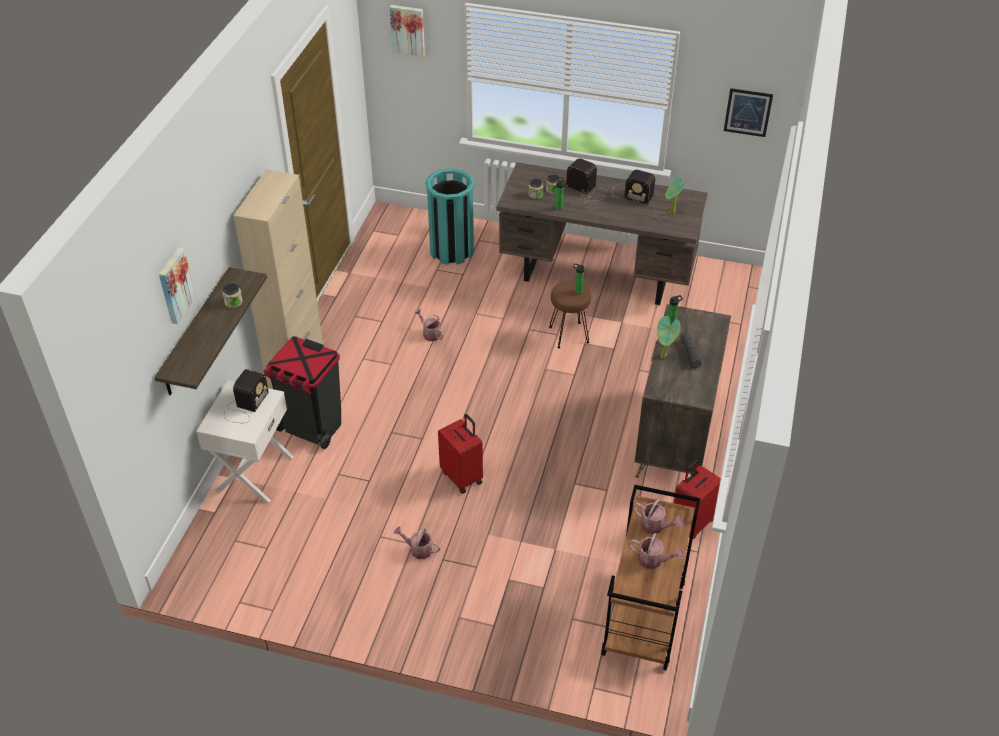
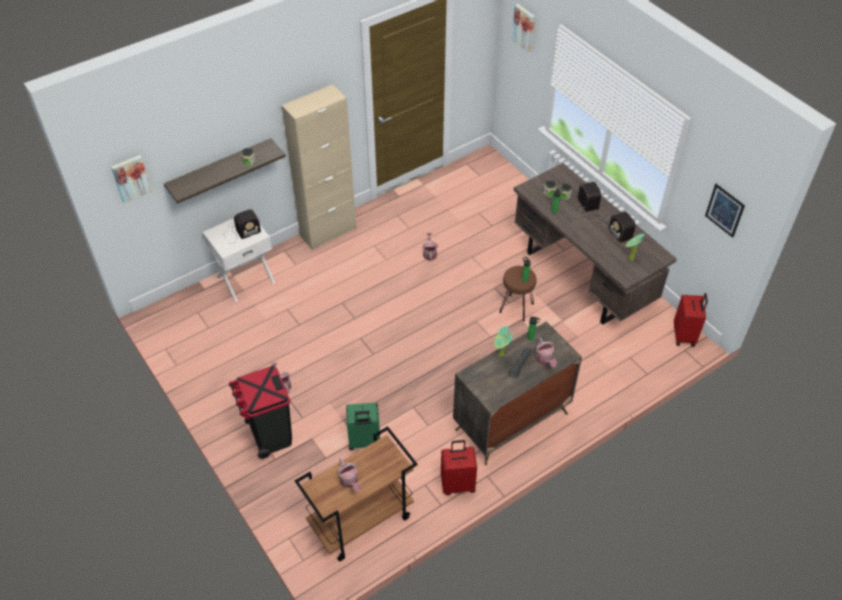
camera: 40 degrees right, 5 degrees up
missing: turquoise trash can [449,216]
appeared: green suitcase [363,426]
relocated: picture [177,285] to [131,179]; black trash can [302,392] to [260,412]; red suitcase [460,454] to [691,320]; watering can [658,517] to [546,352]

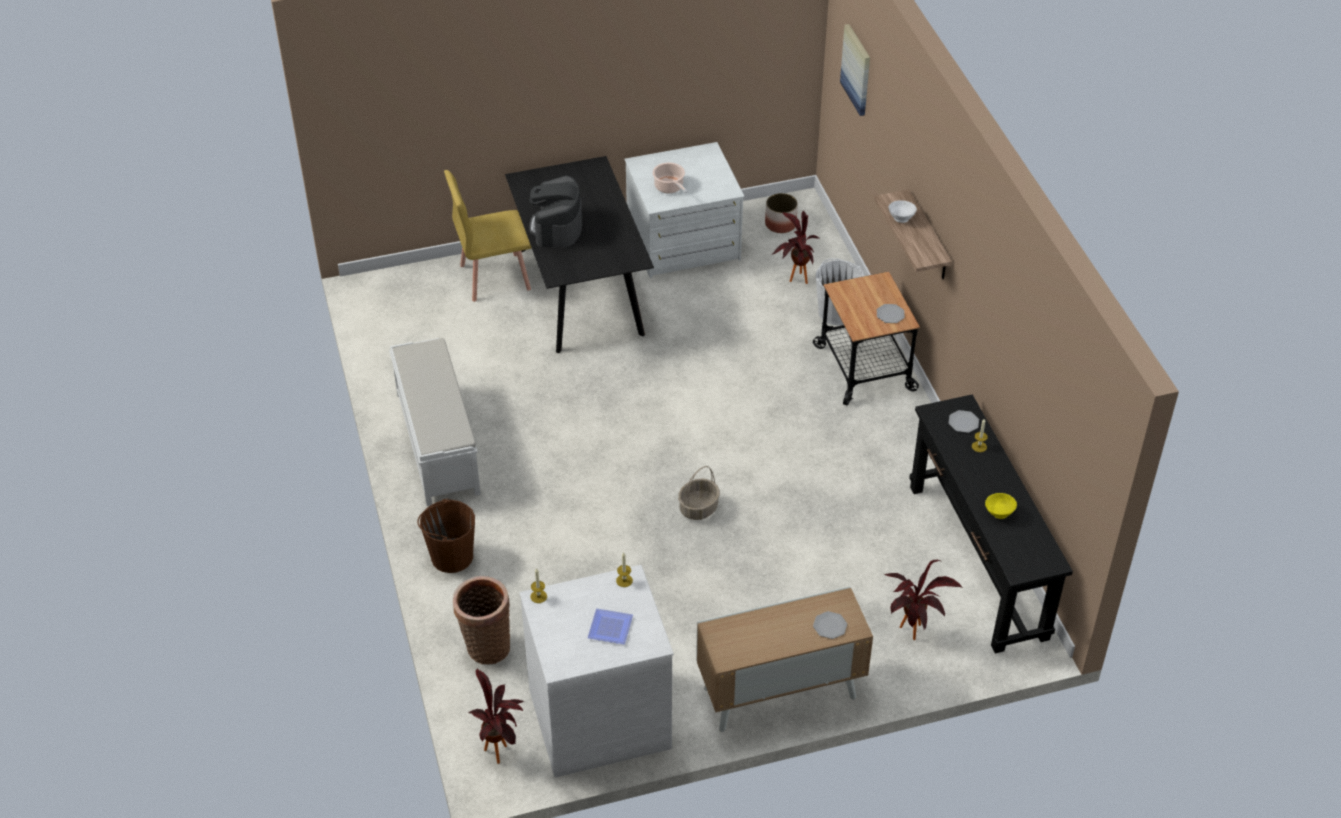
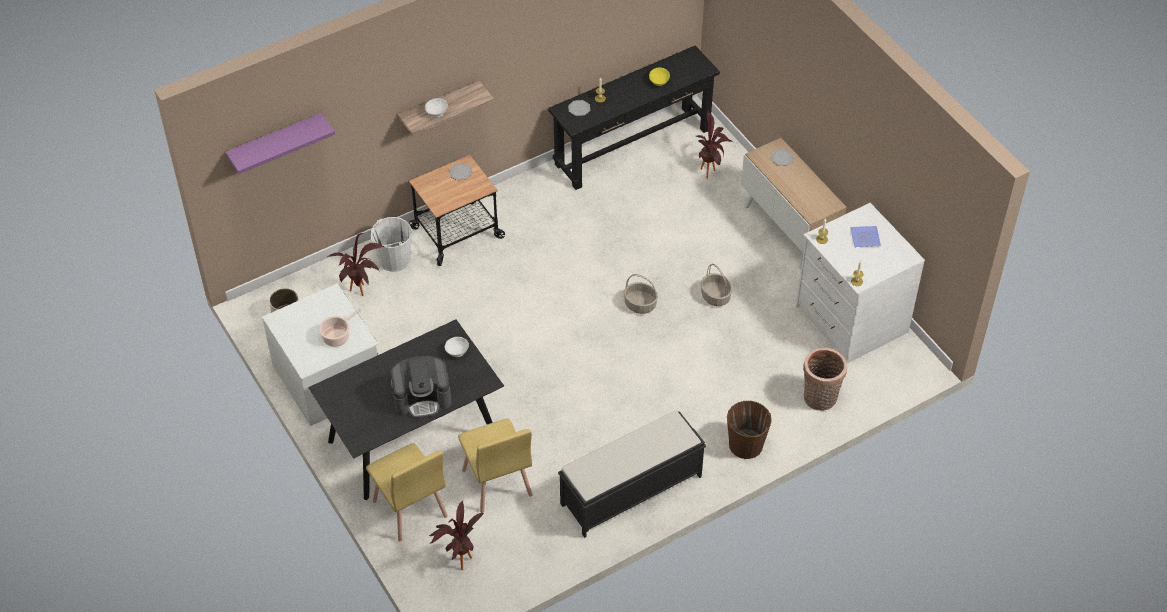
camera: 105 degrees left, 5 degrees up
appeared: white bowl [457,347]; yellow chair [495,466]; basket [717,285]
relocated: potted plant [496,716] to [456,535]
exchanged: picture [855,70] to purple shelf [280,143]
colour: white bench [435,422] to black bench [632,474]

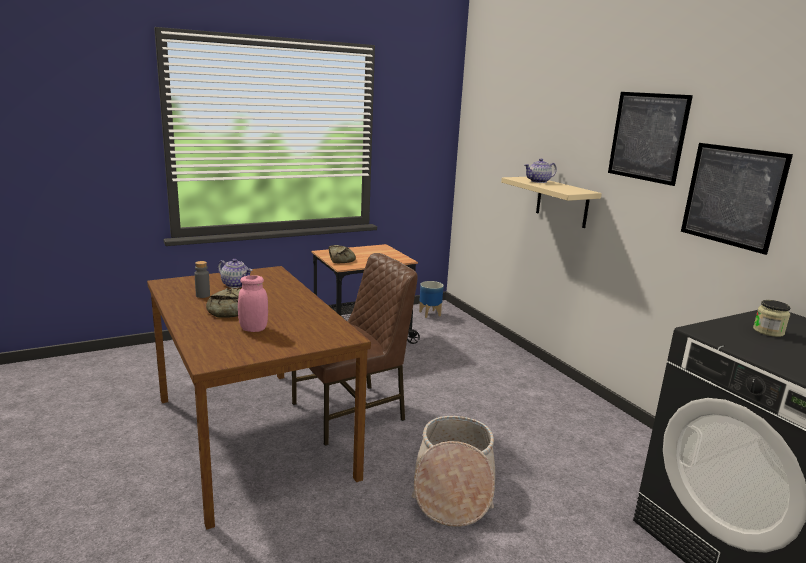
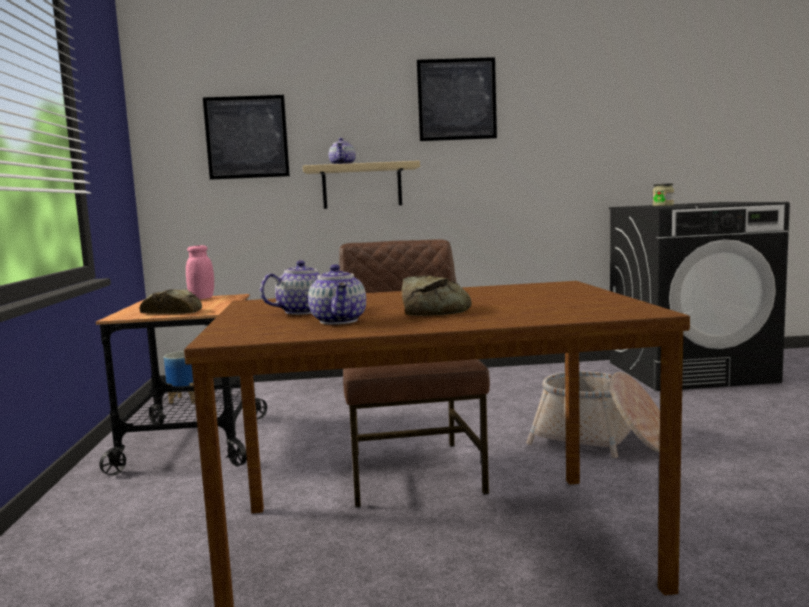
camera: 65 degrees left, 10 degrees down
relocated: pink jar [253,303] to [200,272]; picture [737,199] to [246,137]
exchanged: grey bottle [202,279] to teapot [337,294]

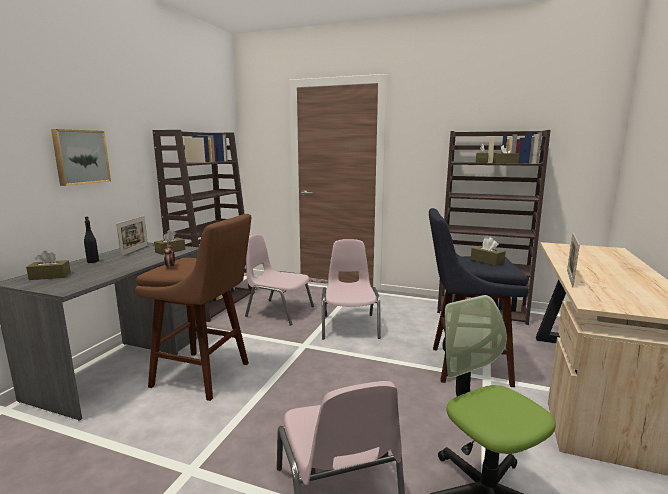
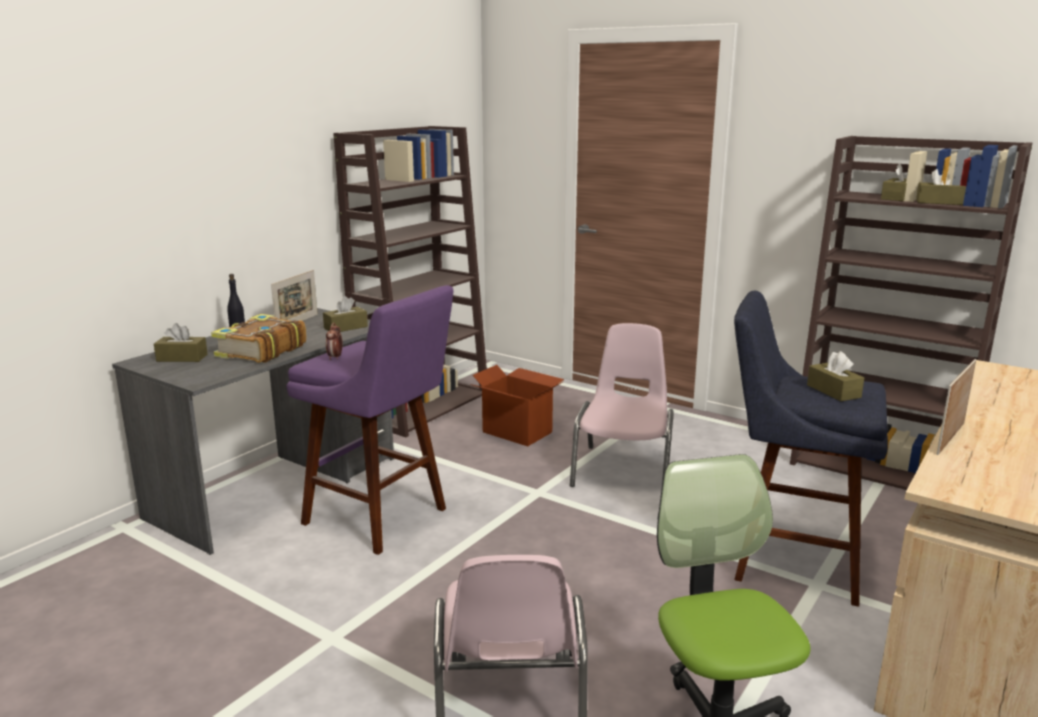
camera: 15 degrees right, 5 degrees up
missing: picture [81,157]
appeared: book [258,338]
exchanged: pink chair [279,280] to cardboard box [517,405]
colour: brown stool [193,307] to purple stool [370,420]

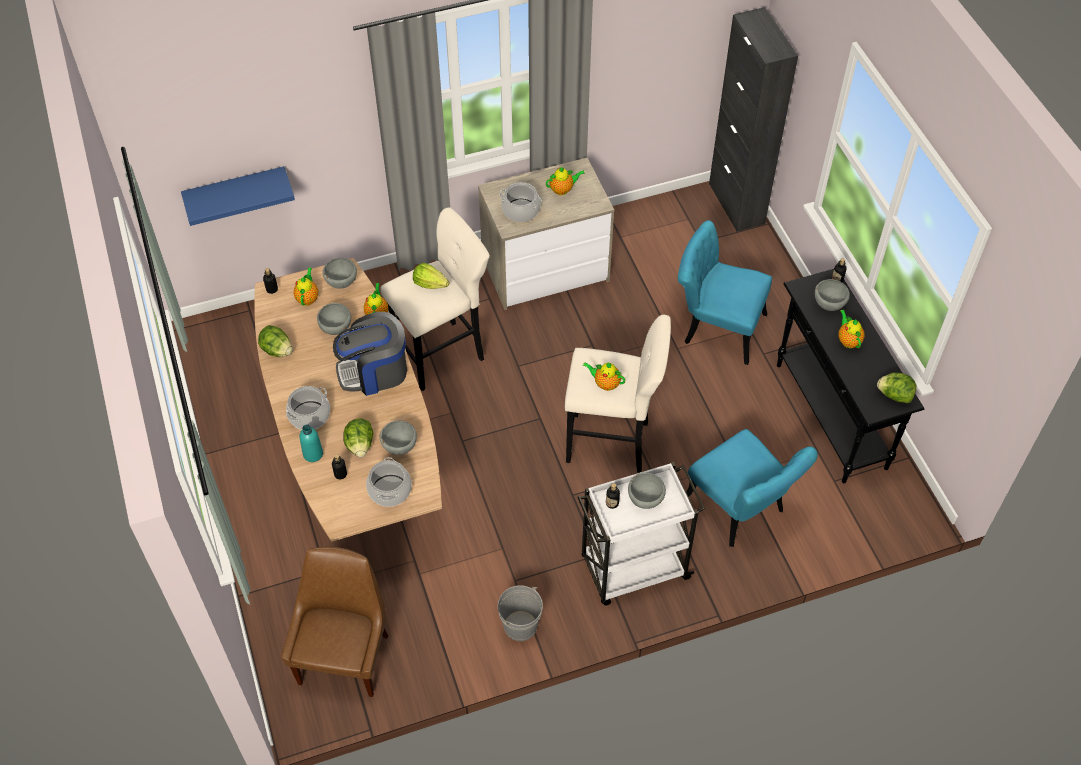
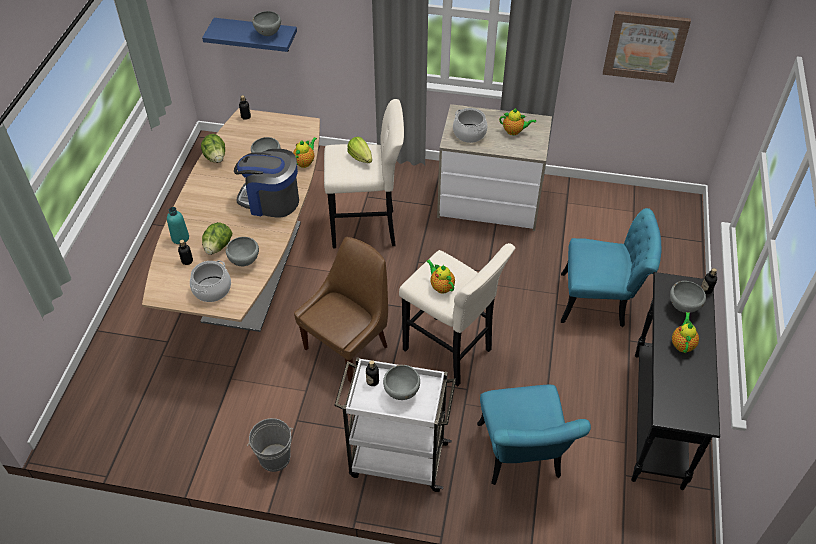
camera: 30 degrees right, 5 degrees down
missing: cooking pot [308,408]; teapot [306,286]; black cabinet [753,119]; lettuce [896,387]
appeared: picture [647,47]
relocated: brown chair [334,622] to [341,309]; grey bowl [339,273] to [266,23]
spun: turquoise chair [725,292] = [611,267] 135 degrees clockwise

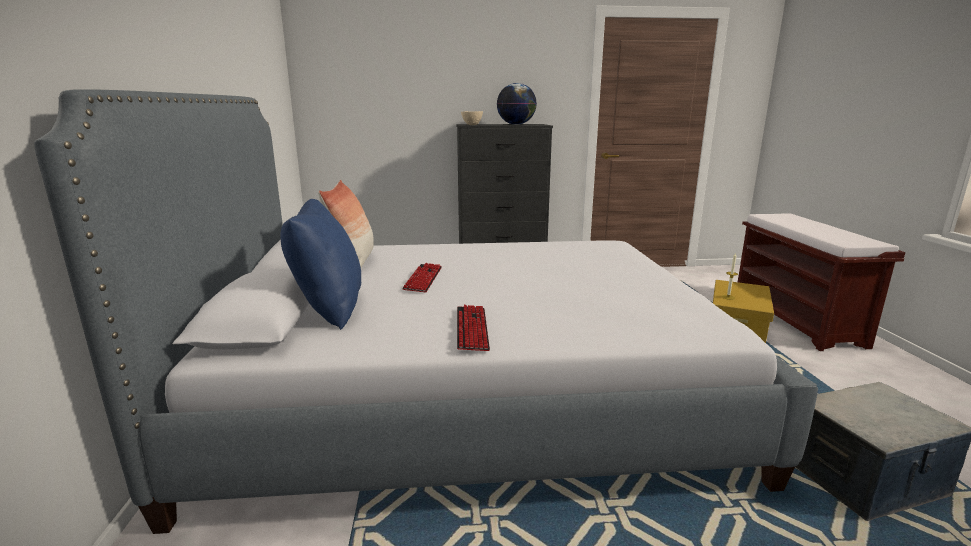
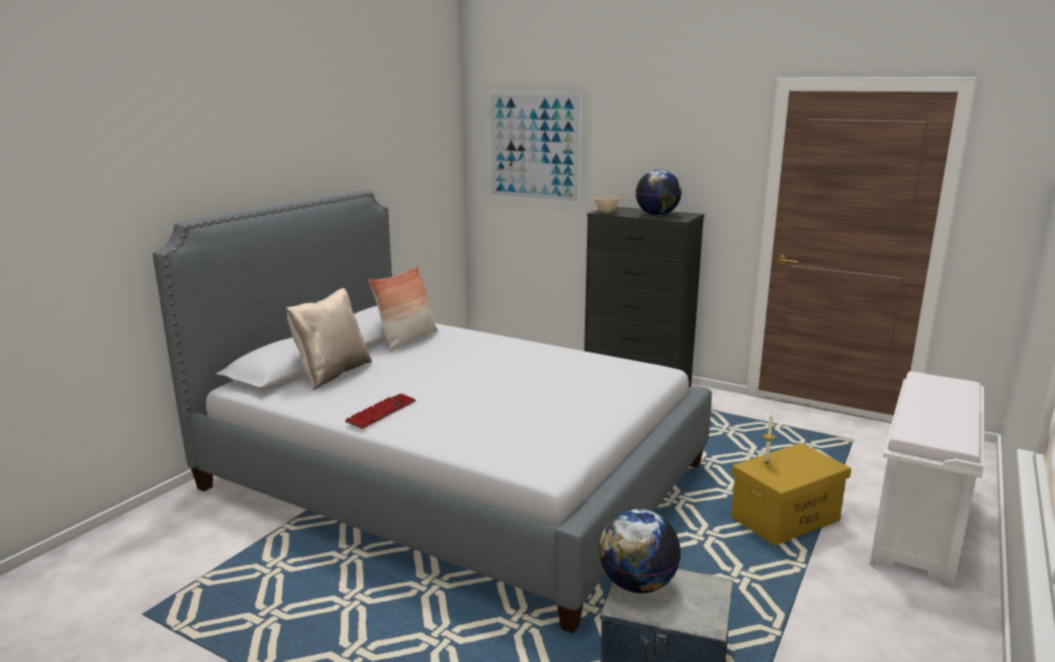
camera: 35 degrees right, 0 degrees up
missing: keyboard [422,278]
appeared: picture [535,148]; globe [640,551]
colour: blue pillow [320,264] to beige pillow [329,339]; brown bench [821,282] to white bench [927,479]

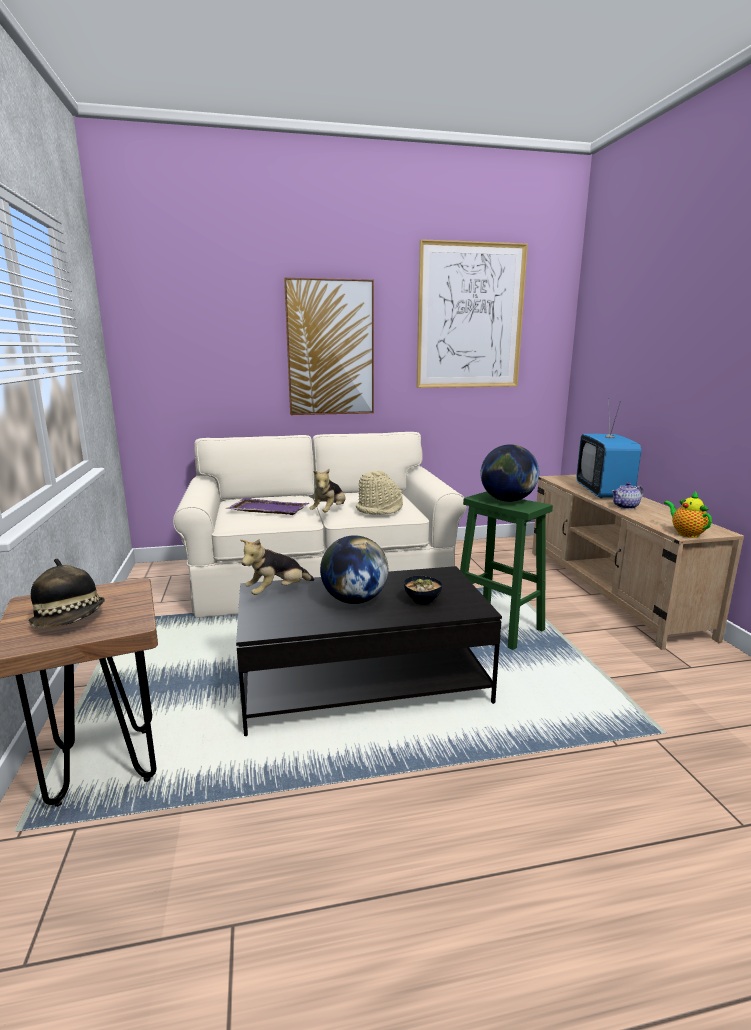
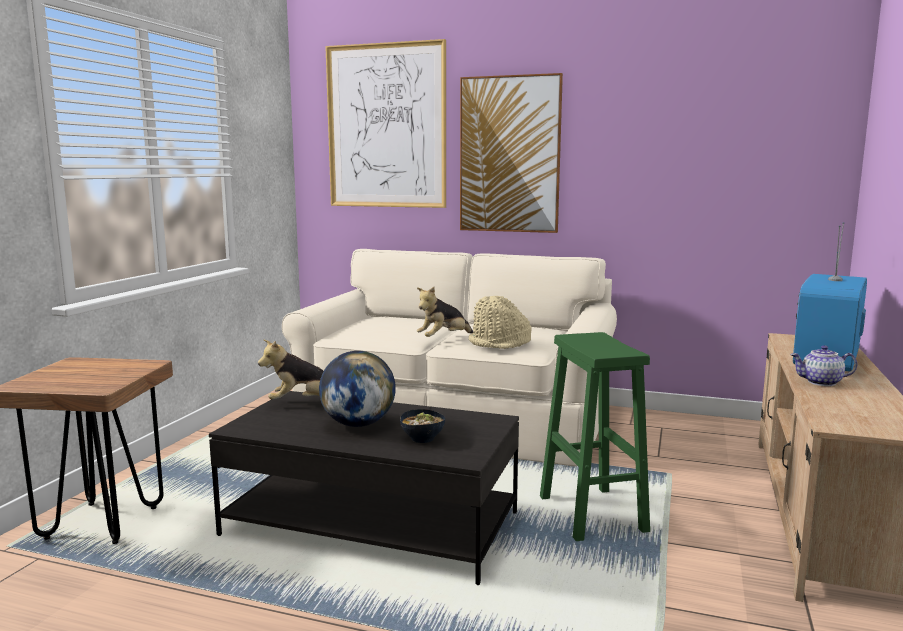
camera: 30 degrees right, 5 degrees down
missing: hat [67,593]; purple tray [267,506]; globe [509,473]; teapot [688,515]
relocated: picture [472,313] to [385,123]

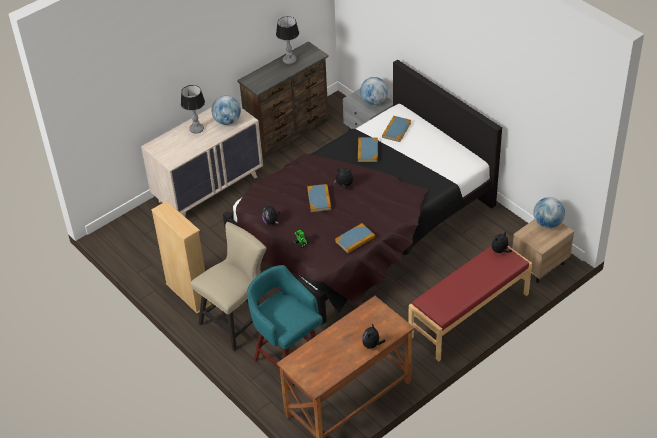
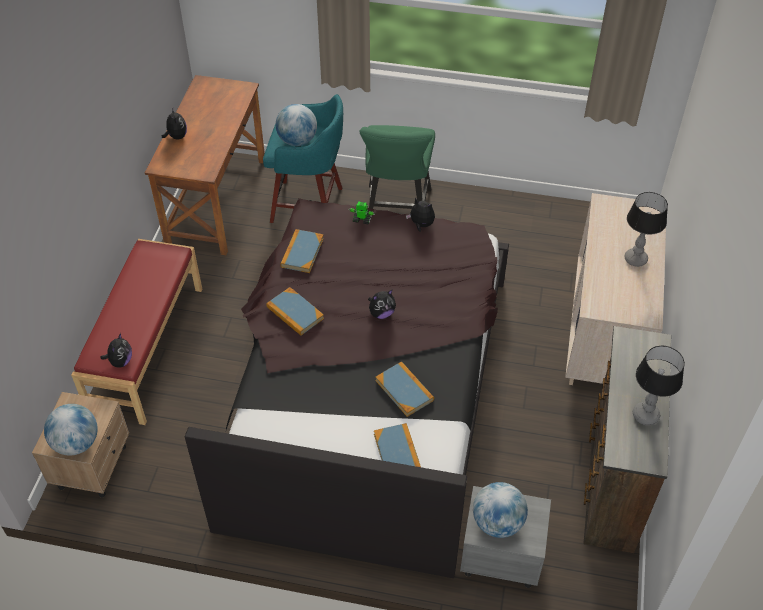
camera: 140 degrees right, 5 degrees up
missing: beige bookcase [181,257]
relocated: globe [226,110] to [296,125]; book [319,198] to [295,311]
colour: beige chair [228,286] to green chair [397,167]

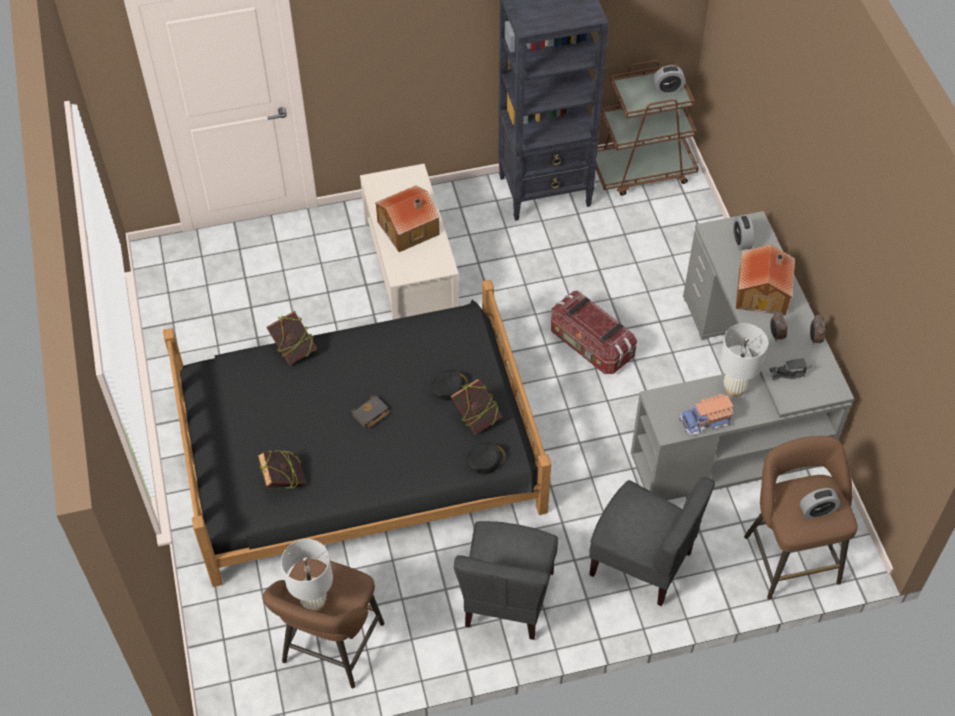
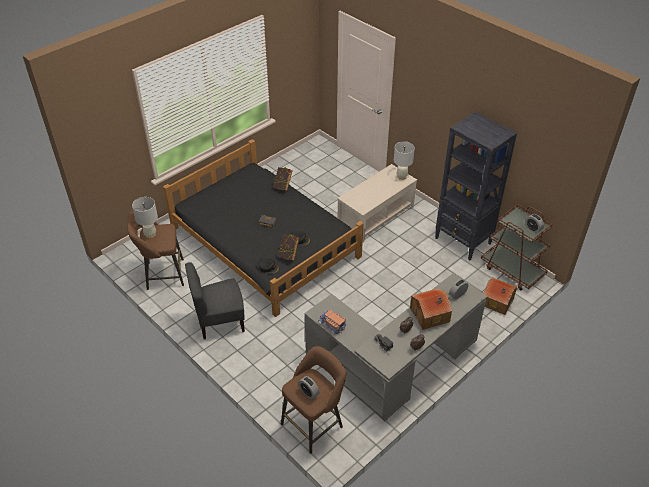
camera: 60 degrees right, 10 degrees down
missing: book [281,469]; storage box [594,332]; grey chair [652,541]
relocated: toy house [407,218] to [500,296]; white table lamp [743,360] to [404,160]

